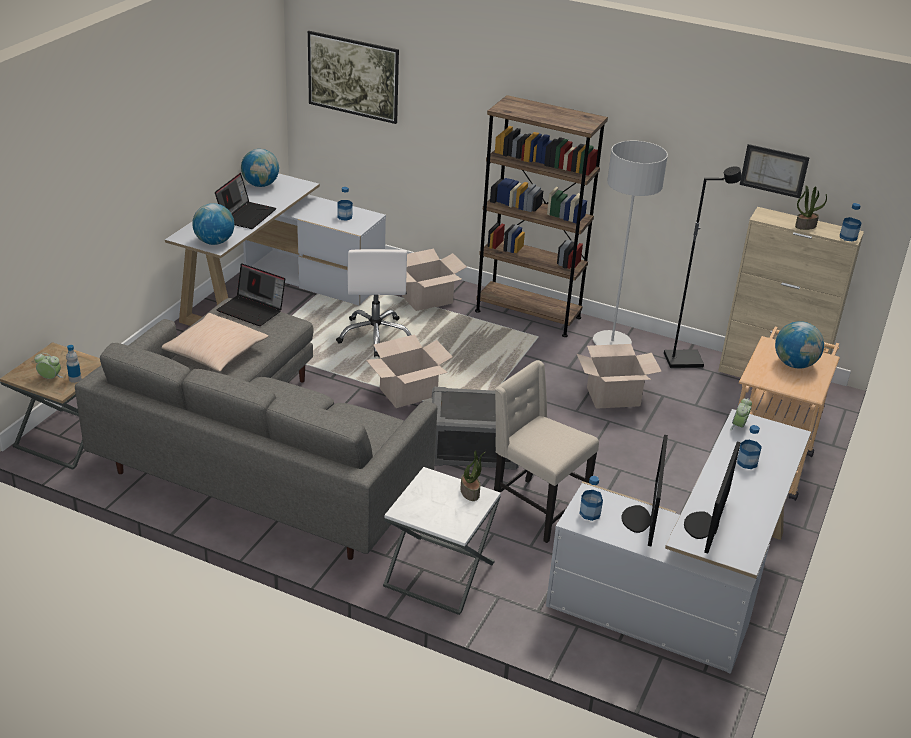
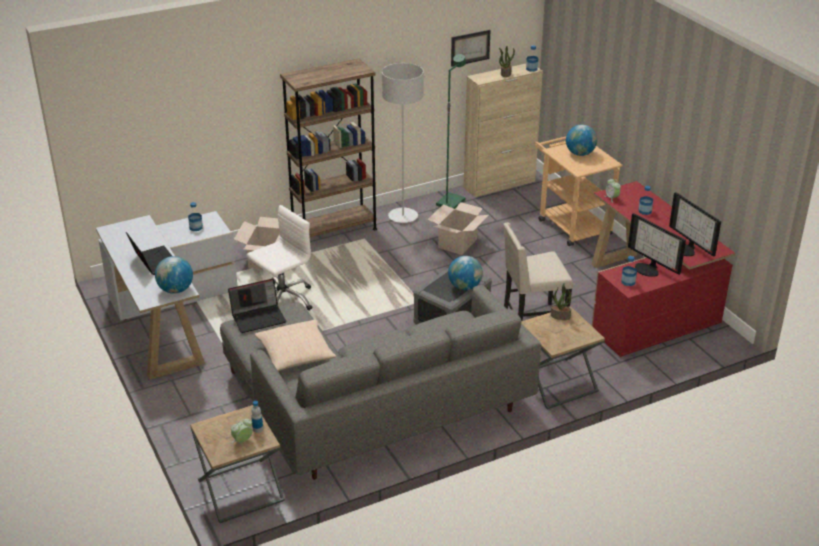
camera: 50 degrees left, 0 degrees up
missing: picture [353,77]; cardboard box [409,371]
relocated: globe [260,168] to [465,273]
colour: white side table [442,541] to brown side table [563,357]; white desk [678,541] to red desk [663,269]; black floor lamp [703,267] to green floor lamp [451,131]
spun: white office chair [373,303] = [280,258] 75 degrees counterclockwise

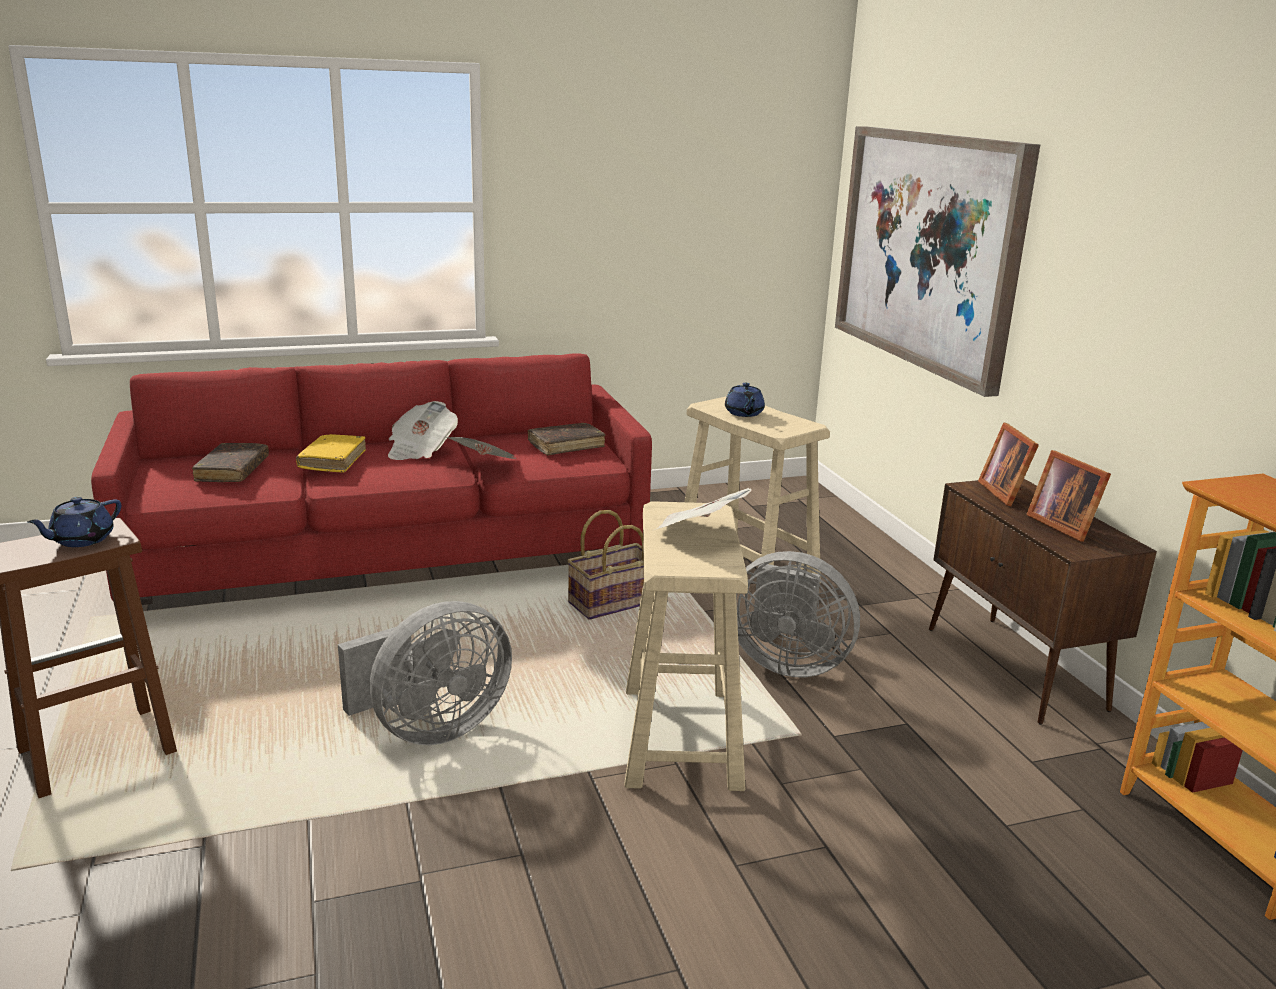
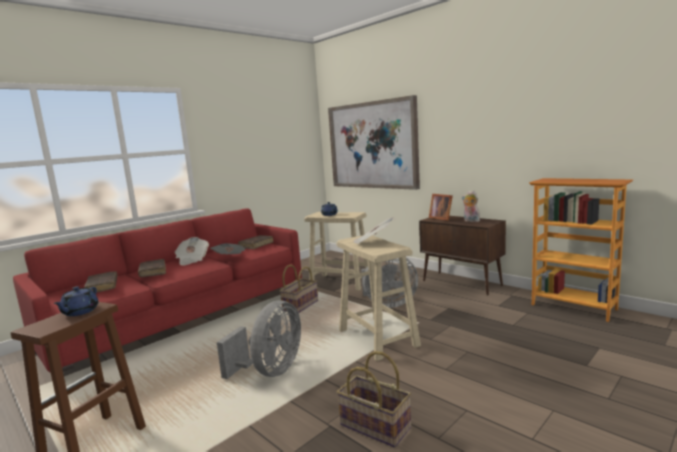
camera: 25 degrees left, 10 degrees down
appeared: basket [374,399]
exchanged: picture frame [1068,496] to plush toy [471,206]
colour: yellow book [331,453] to brown book [152,268]

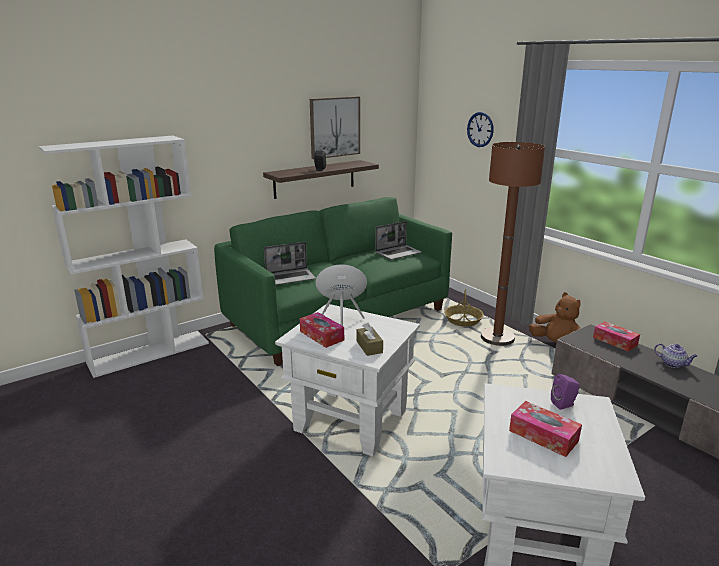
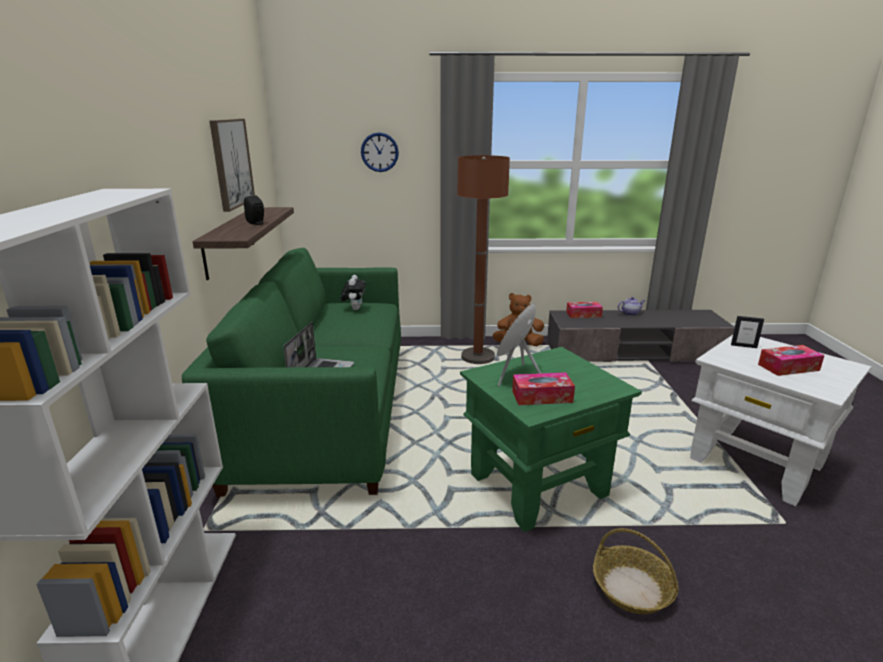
camera: 55 degrees left, 0 degrees up
missing: brown tissue box [369,339]
relocated: basket [464,307] to [636,571]
exchanged: laptop [398,240] to plush toy [353,292]; purple speaker [565,392] to picture frame [747,332]
colour: white side table [347,380] to green side table [551,439]

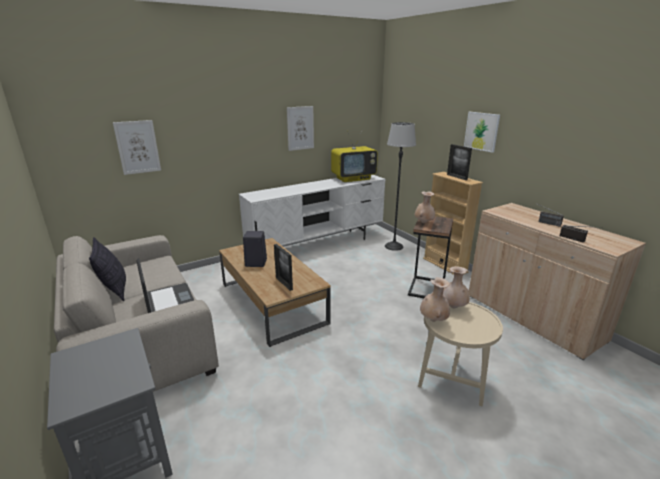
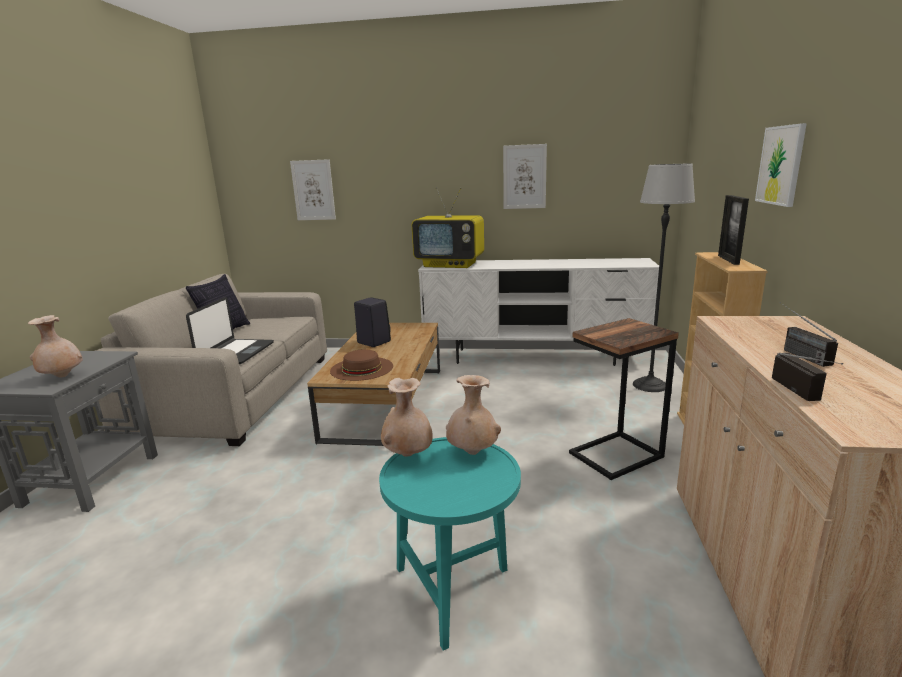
camera: 40 degrees right, 5 degrees down
relocated: television [354,156] to [448,227]; beige vase [424,207] to [55,346]
exchanged: picture frame [283,267] to brown hat [361,365]
colour: beige side table [460,354] to turquoise side table [450,543]

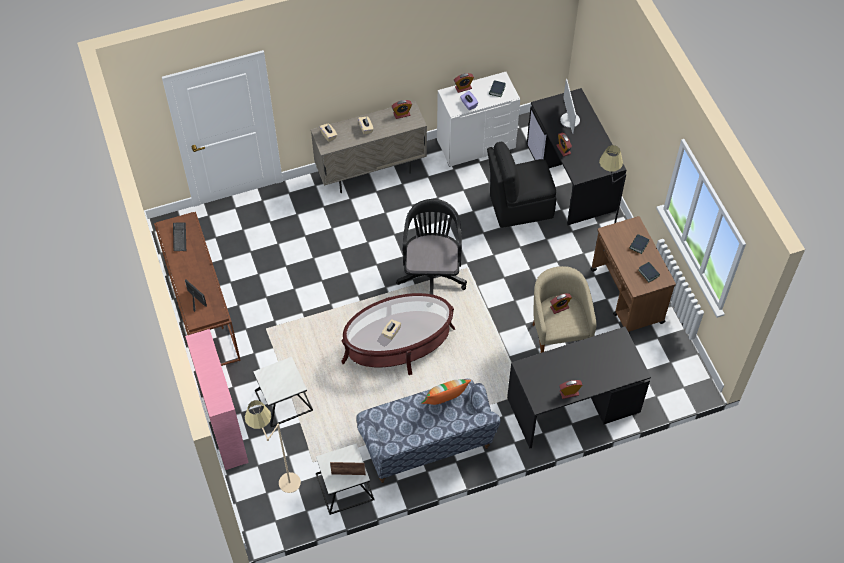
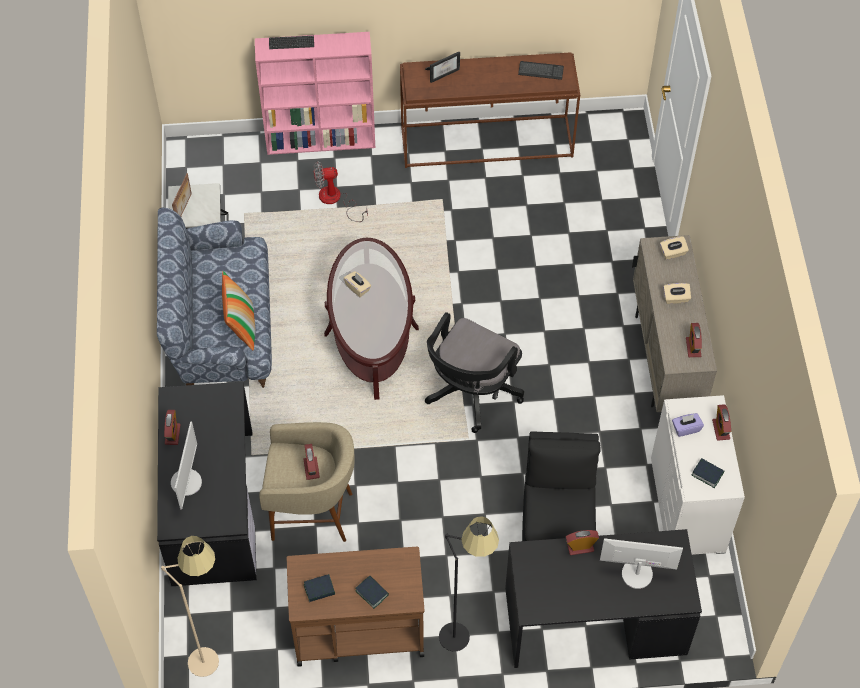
camera: 105 degrees right, 0 degrees up
appeared: monitor [186,465]; keyboard [291,42]
relocated: beige floor lamp [273,446] to [190,606]
exchanged: side table [283,392] to fan [340,191]
spun: black office chair [431,247] = [474,372] 105 degrees clockwise

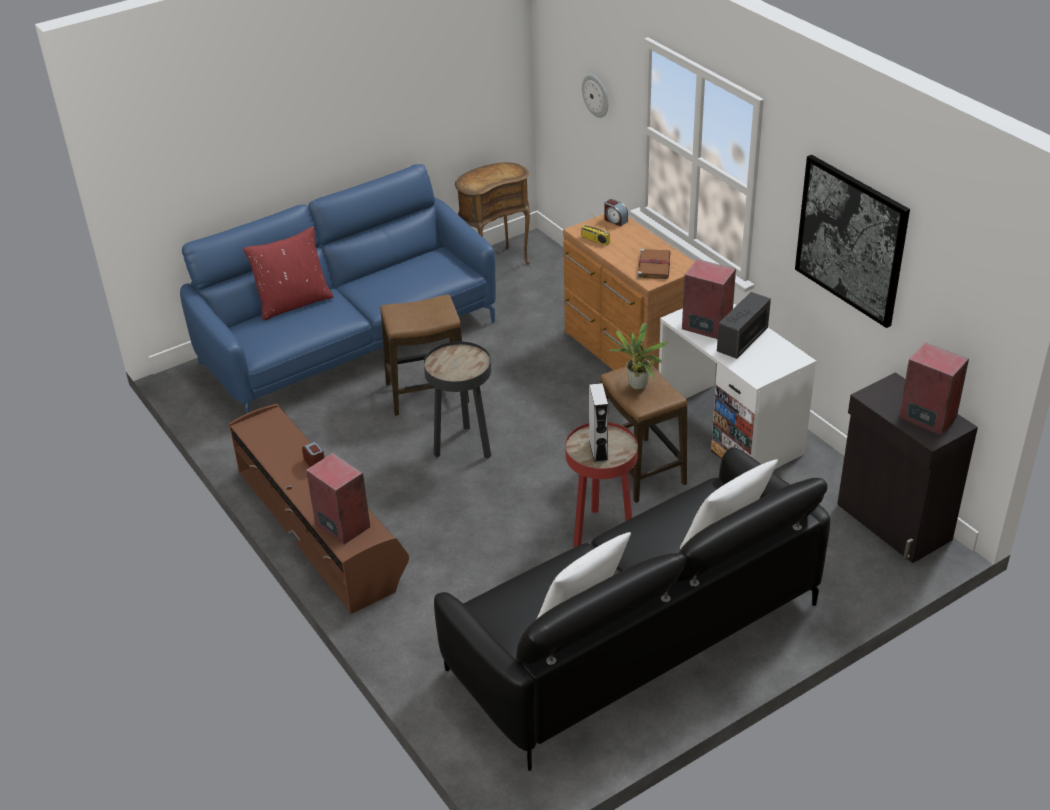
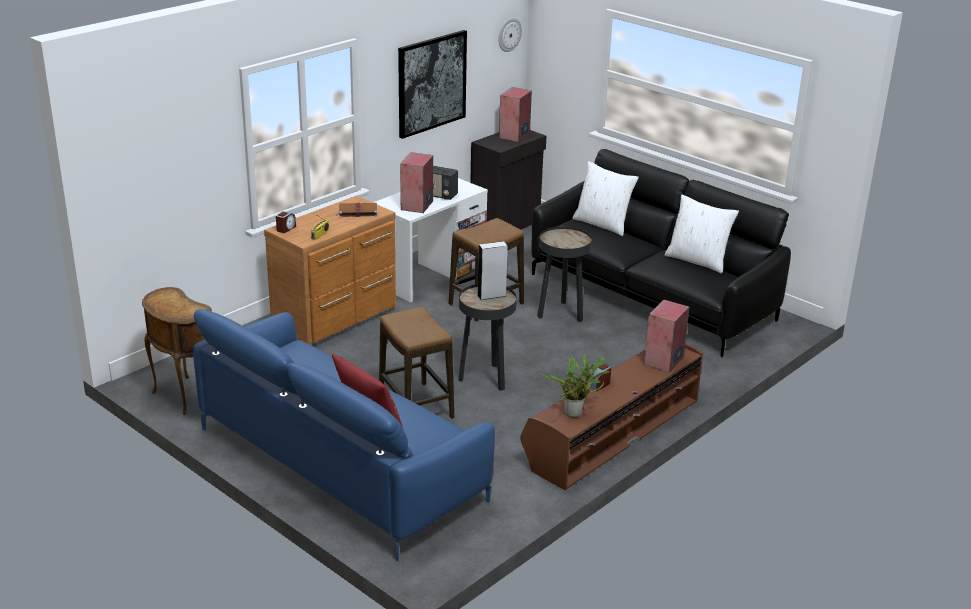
camera: 105 degrees left, 10 degrees down
relocated: wall clock [595,96] to [510,35]; grey speaker [598,422] to [492,270]; potted plant [636,356] to [574,386]
colour: red side table [601,484] to black side table [564,274]

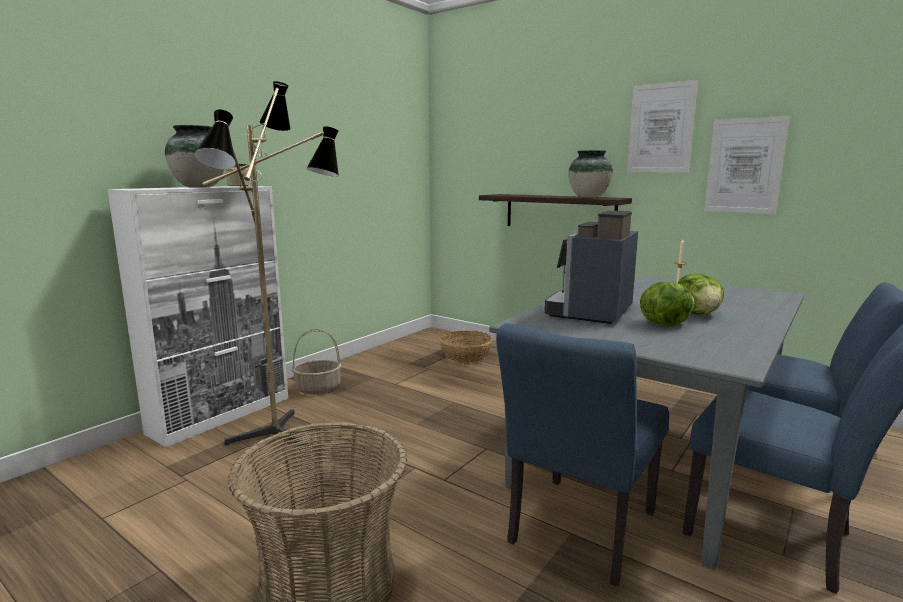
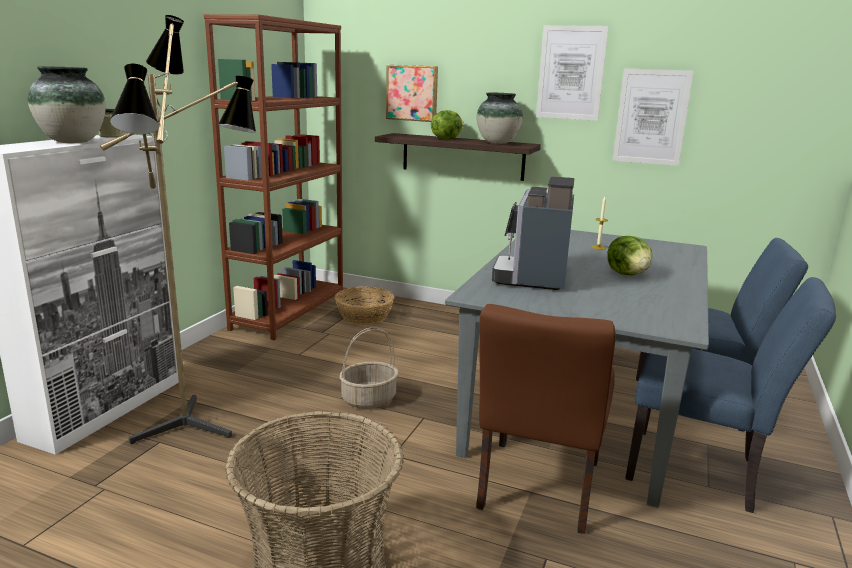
camera: 15 degrees left, 5 degrees up
appeared: brown bookcase [273,177]; picture [412,93]
relocated: basket [316,361] to [368,368]; lettuce [667,303] to [447,124]
colour: blue chair [582,454] to brown chair [546,419]

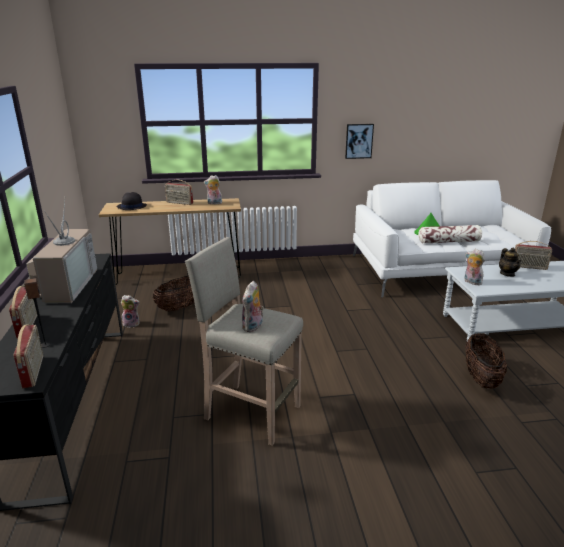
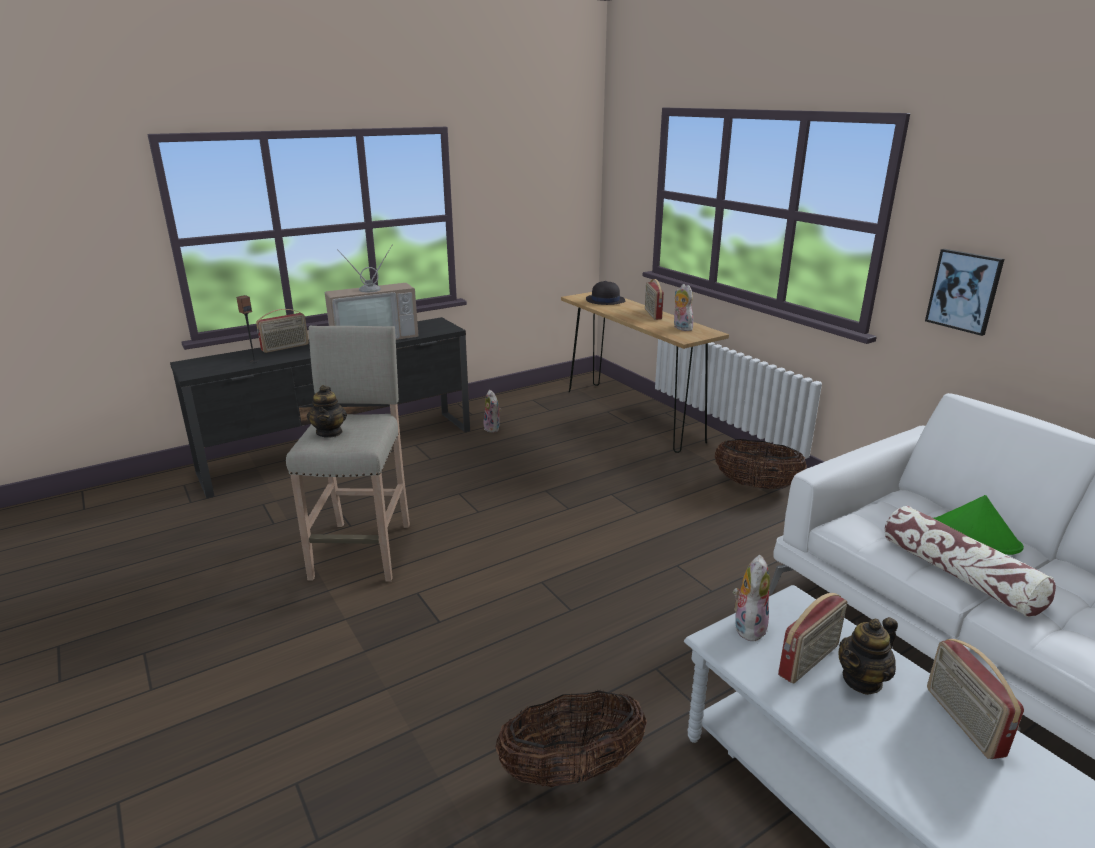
camera: 65 degrees right, 0 degrees up
relocated: radio [28,356] to [812,638]; basket [173,293] to [761,464]
exchanged: plush toy [253,306] to teapot [327,411]

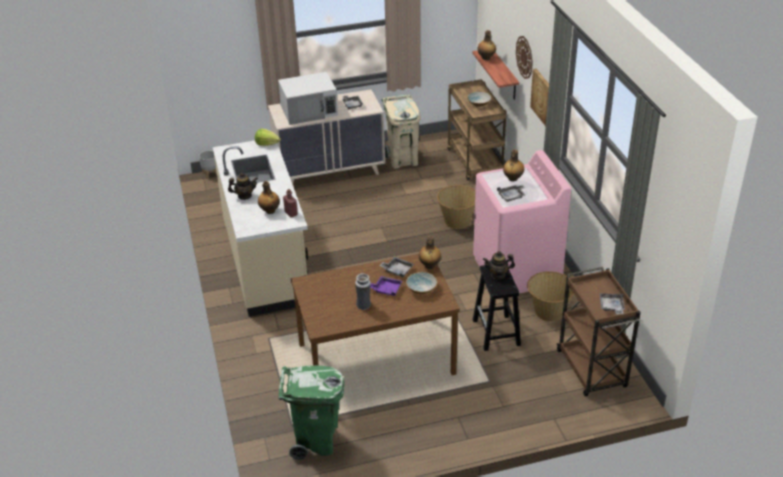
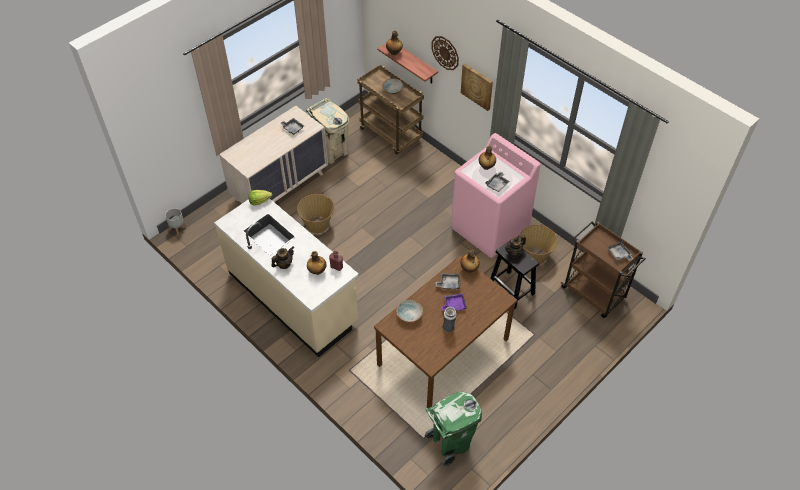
camera: 30 degrees left, 15 degrees up
missing: white microwave [308,98]
relocated: bowl [421,283] to [410,311]; basket [456,207] to [316,213]

